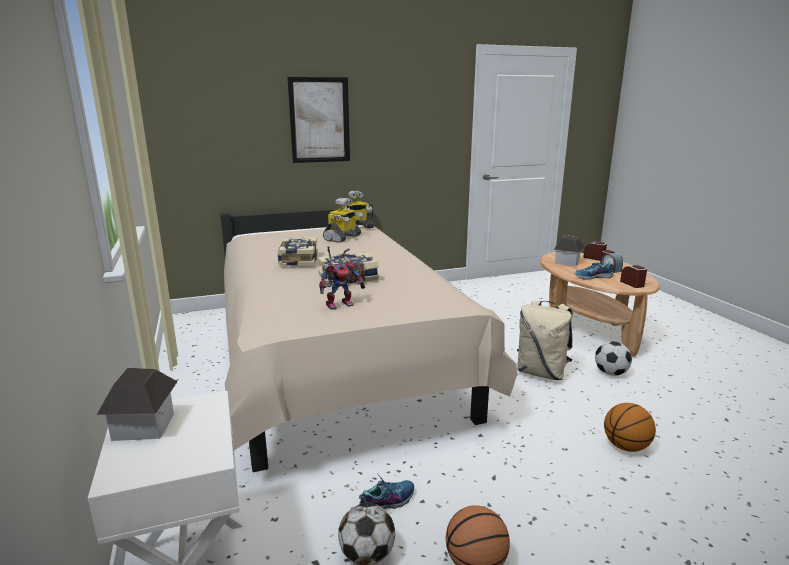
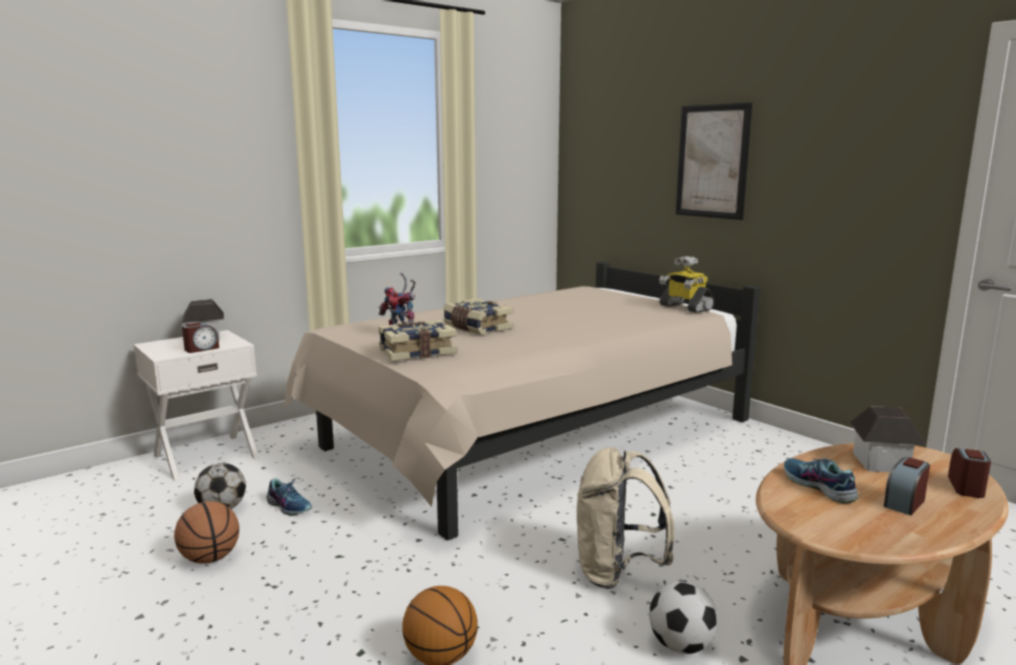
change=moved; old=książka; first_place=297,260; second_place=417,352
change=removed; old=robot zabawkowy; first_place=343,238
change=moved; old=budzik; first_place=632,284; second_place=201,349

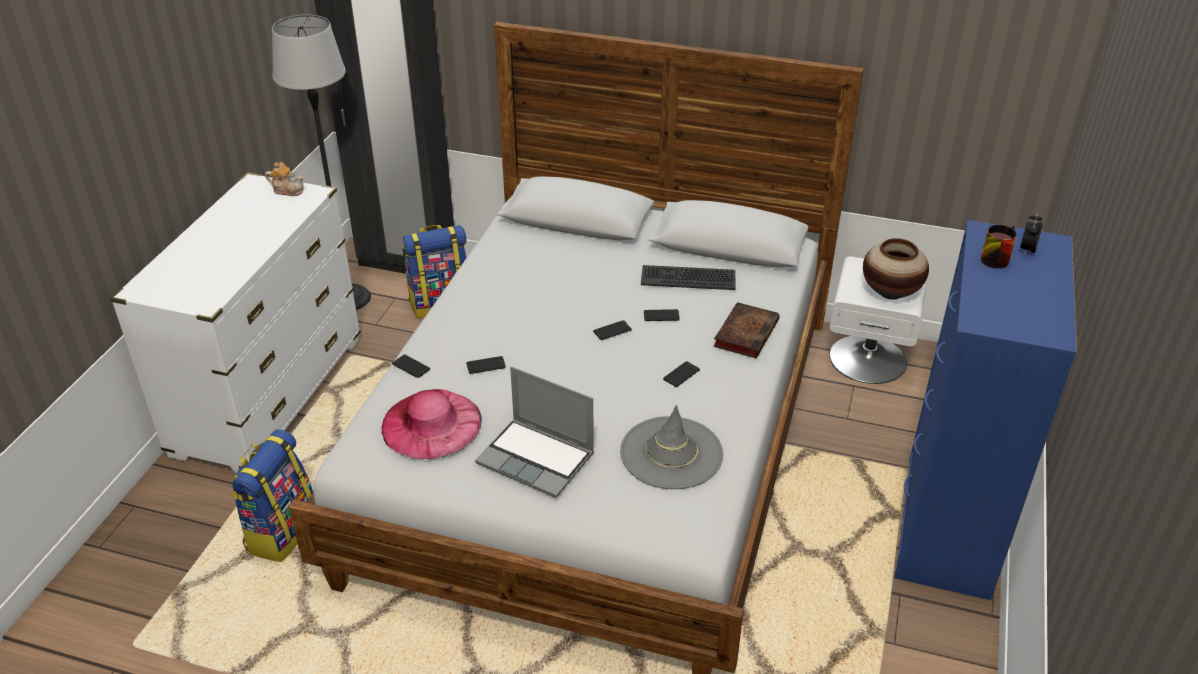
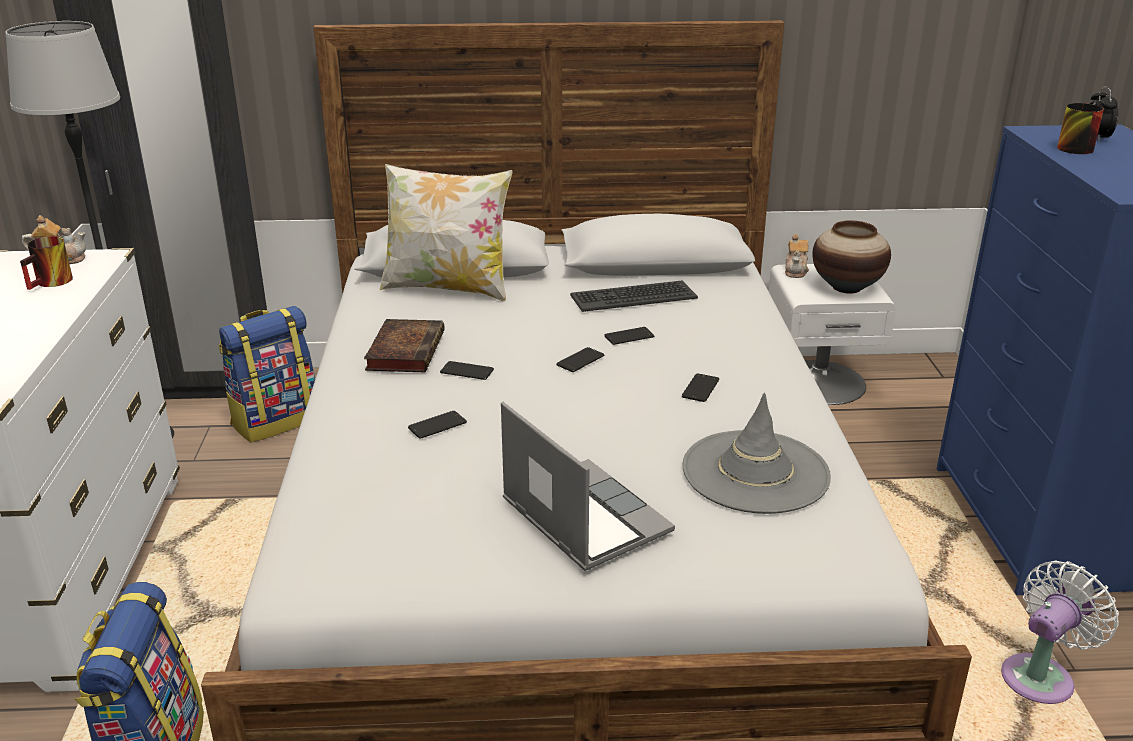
change=removed; old=kapelusz (różowy); first_place=431,423
change=moved; old=telefon; first_place=411,366; second_place=467,371
change=turned; old=laptop; first_place=537,459; second_place=582,517; degrees=-135
change=moved; old=książka; first_place=746,333; second_place=405,350
change=added; new=kubek; second_place=52,283
change=added; new=poduszka; second_place=448,287
change=added; new=imbryk; second_place=796,271
change=added; new=wentylator (biały); second_place=1041,676

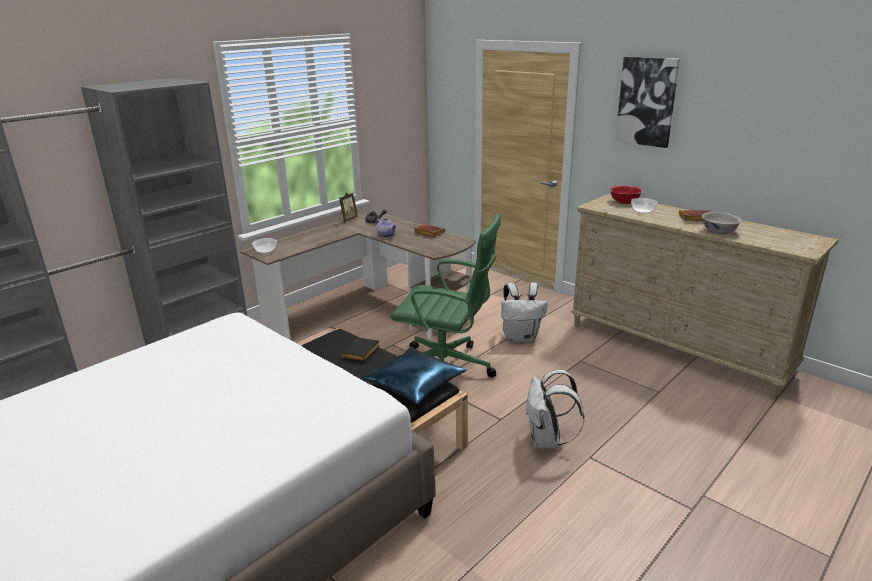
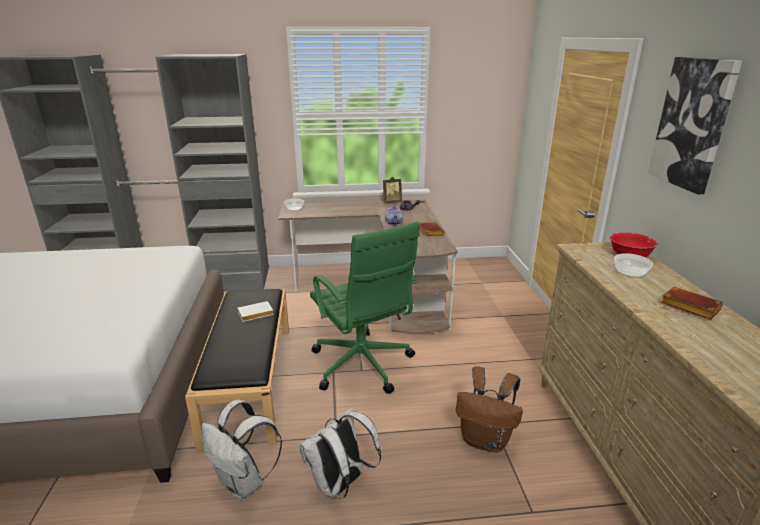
change=recoloured; old=książka (czarny); new=książka (biały); first_place=361,353; second_place=255,315
change=removed; old=poduszka (niebieski); first_place=414,383
change=moved; old=plecak (biały); first_place=521,337; second_place=244,482
change=removed; old=miska (biały); first_place=718,231
change=added; new=plecak (brązowy); second_place=485,440

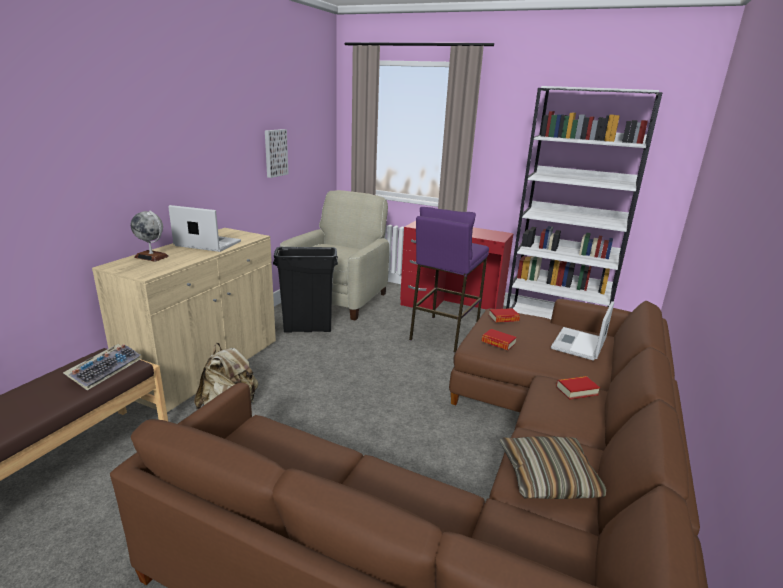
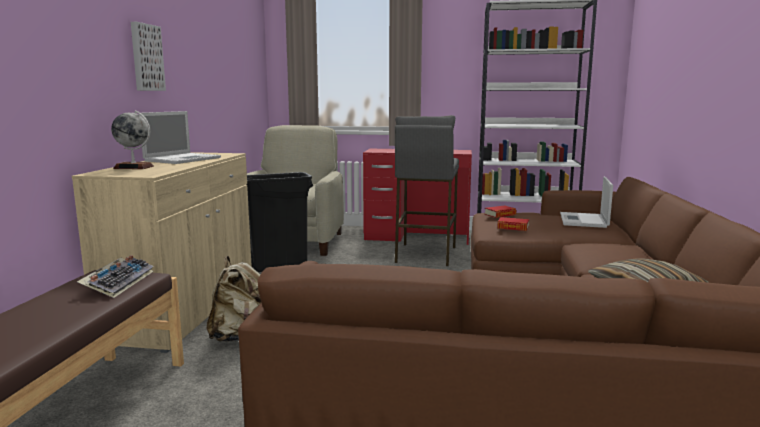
change=turned; old=laptop; first_place=206,244; second_place=183,159; degrees=120
change=moved; old=obraz; first_place=275,153; second_place=145,57
change=recoloured; old=stołek (fioletowy); new=stołek (szary); first_place=443,333; second_place=425,254
change=removed; old=książka; first_place=576,390

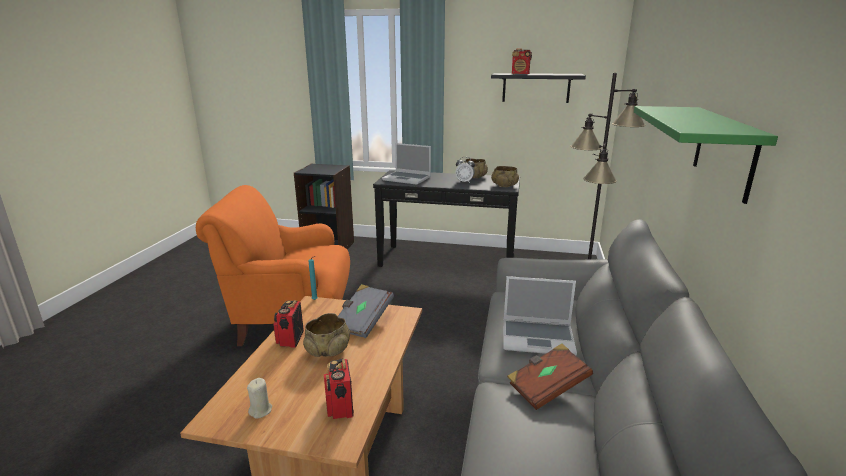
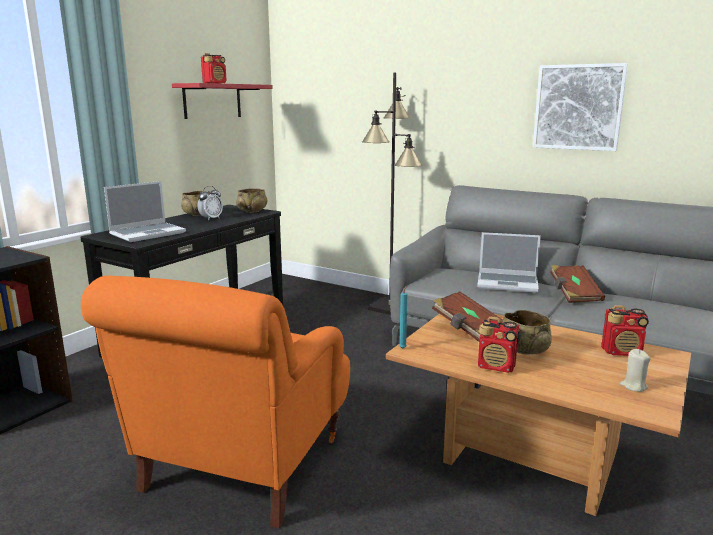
change=recoloured; old=książka (szary); new=książka (brązowy); first_place=363,321; second_place=468,330
change=recoloured; old=półka (czarny); new=półka (czerwony); first_place=536,88; second_place=212,101
change=turned; old=laptop; first_place=538,338; second_place=508,283; degrees=75
change=replaced; old=półka (zielony); new=obraz; first_place=724,151; second_place=578,107

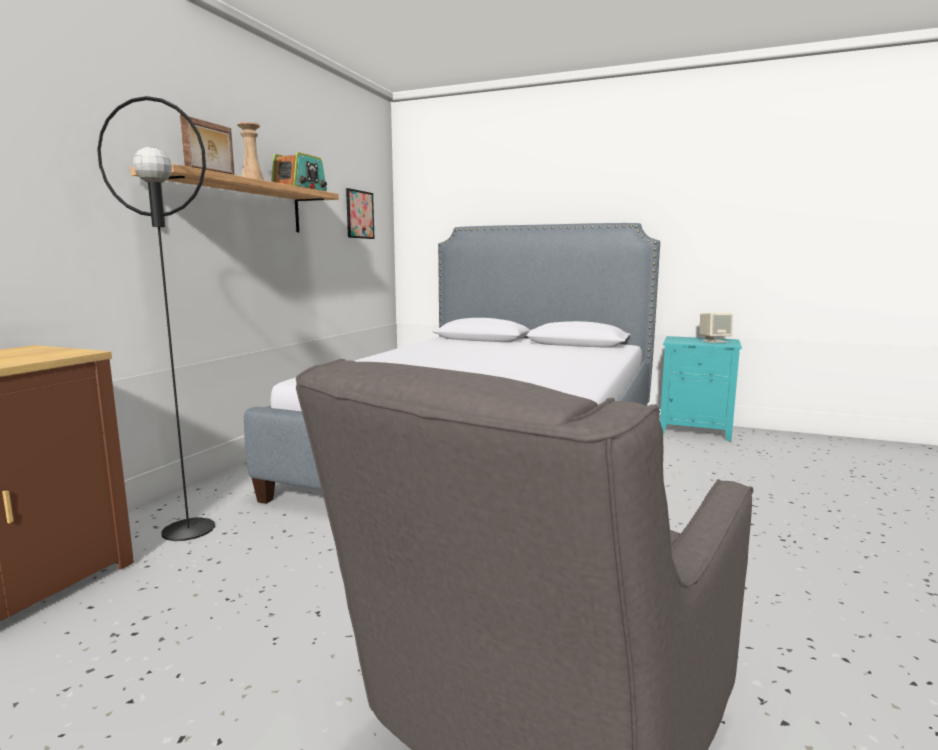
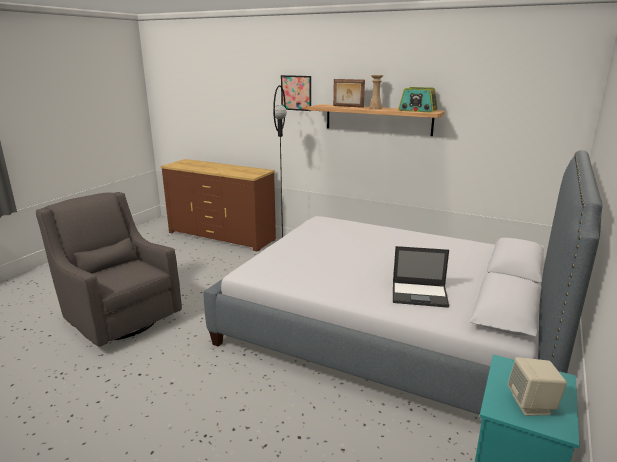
change=moved; old=obraz; first_place=359,214; second_place=296,93
change=added; new=laptop; second_place=420,294

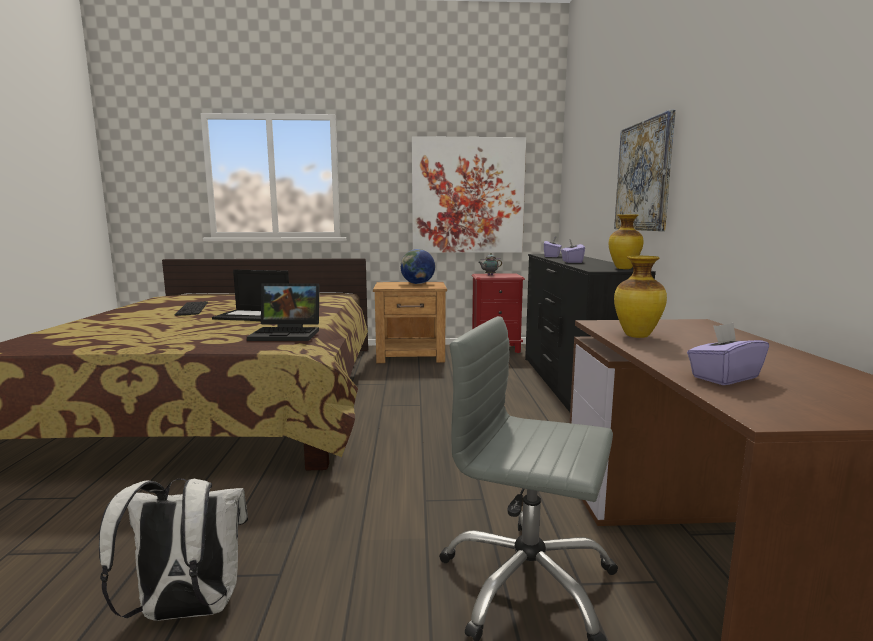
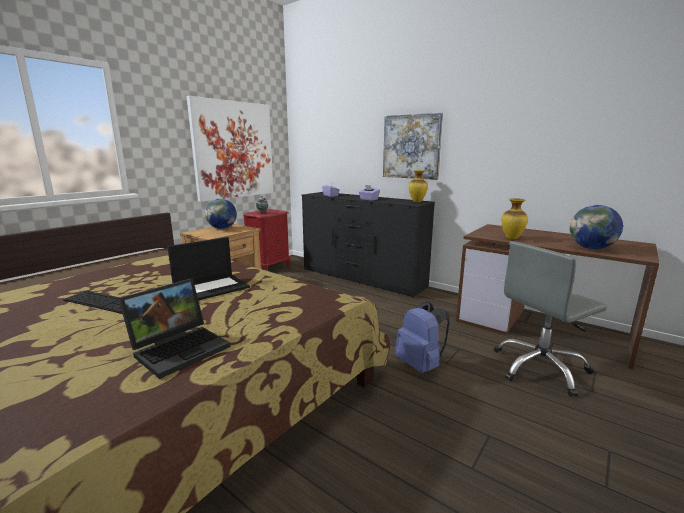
change=removed; old=plecak (biały); first_place=186,611
change=moved; old=laptop; first_place=288,334; second_place=181,348
change=replaced; old=pudełko chusteczek (fioletowy); new=globus; first_place=724,377; second_place=591,248
change=added; new=plecak (niebieski); second_place=420,365

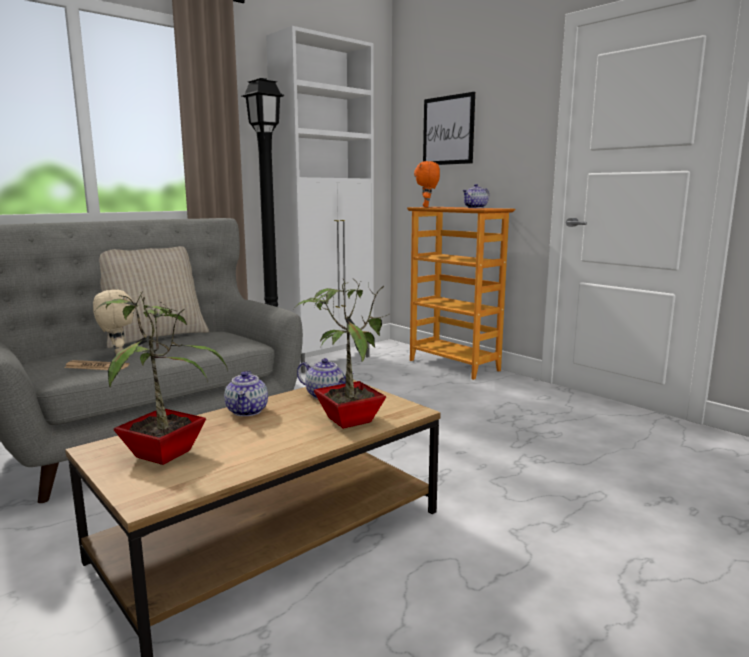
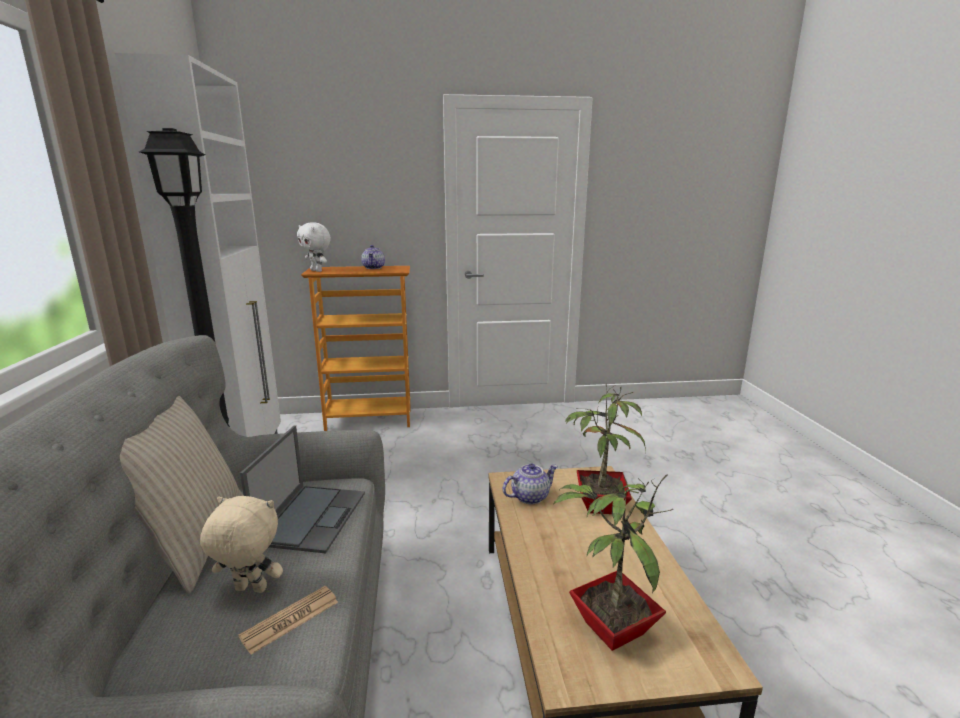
change=removed; old=imbryk; first_place=247,411
change=recoloured; old=pluszak (pomarańczowy); new=pluszak (biały); first_place=427,207; second_place=317,271
change=removed; old=obraz; first_place=448,130
change=added; new=laptop; second_place=312,517

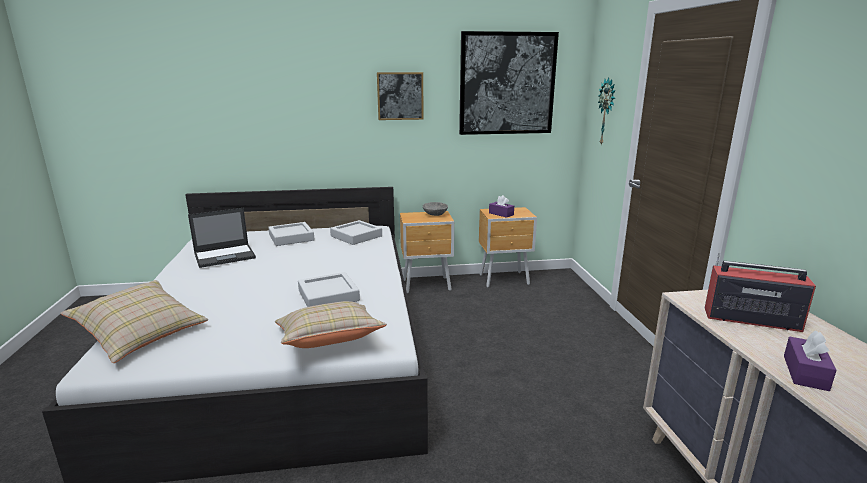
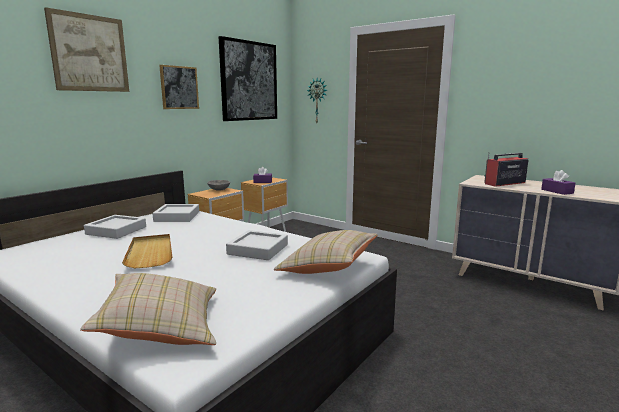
change=removed; old=laptop; first_place=225,256
change=added; new=obraz; second_place=89,53
change=added; new=taca (beżowy); second_place=150,253

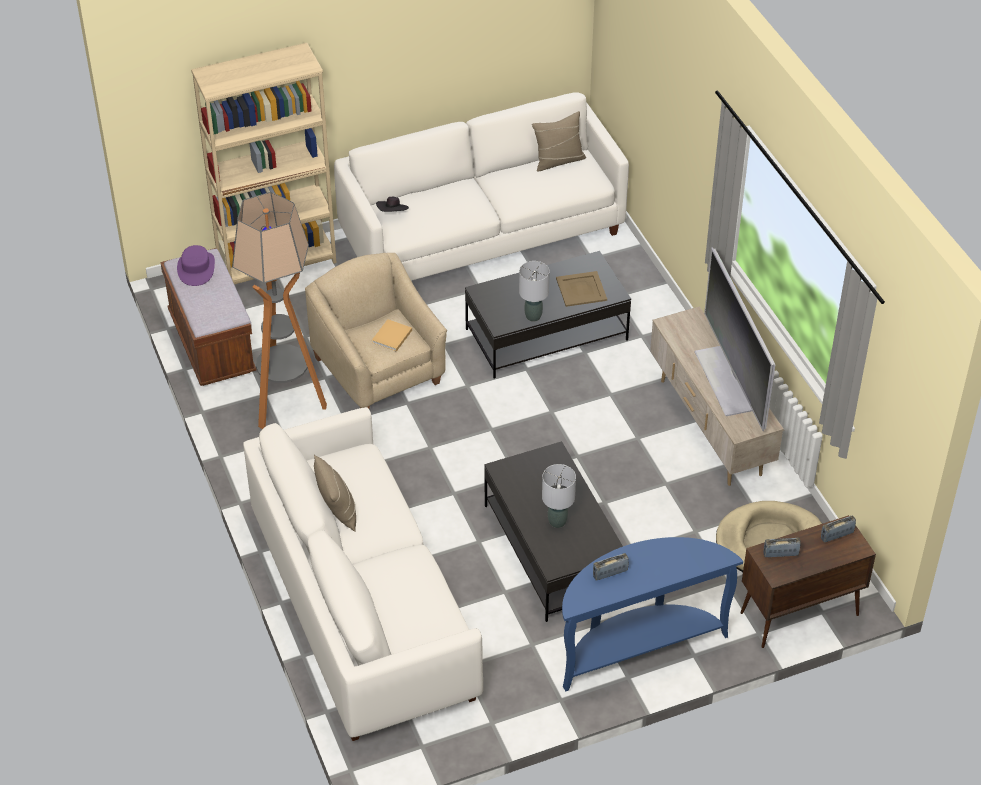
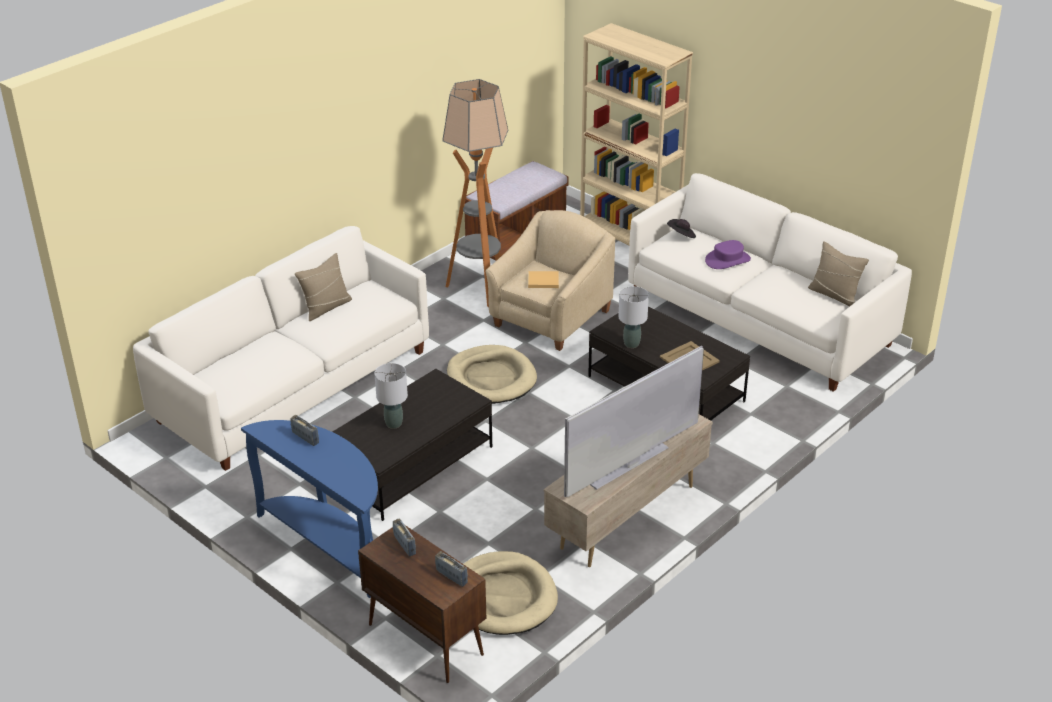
change=moved; old=kapelusz (fioletowy); first_place=196,268; second_place=727,260
change=added; new=legowisko (beżowy); second_place=491,378

